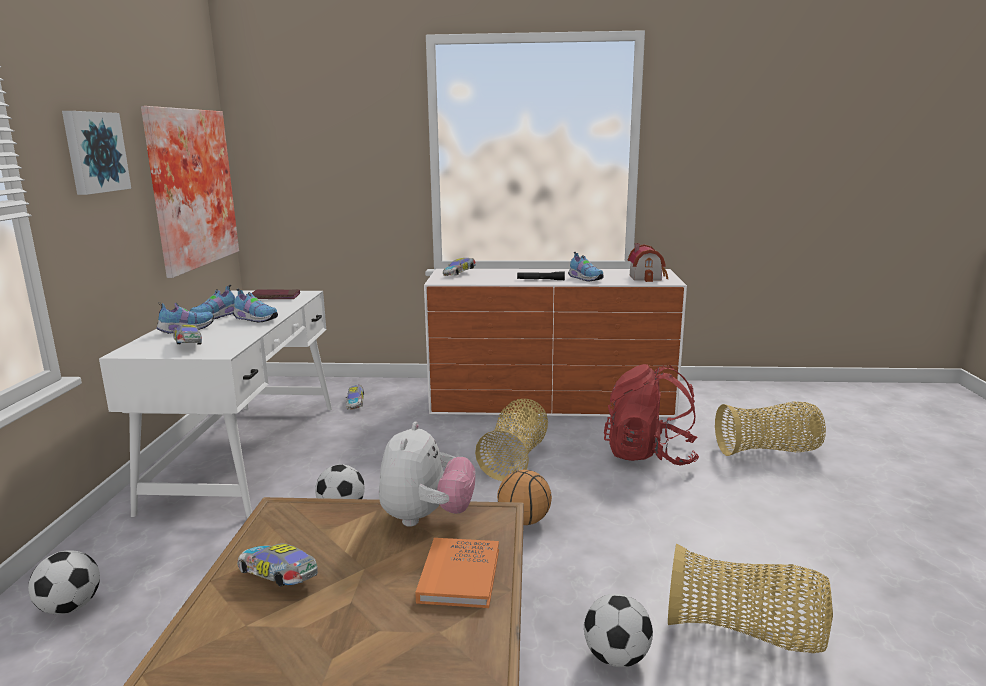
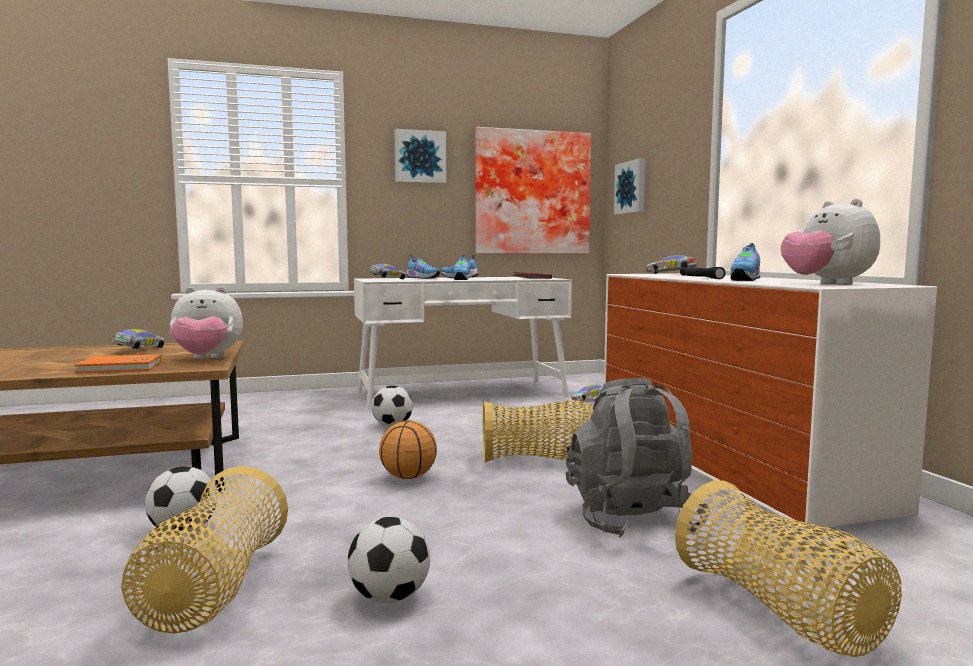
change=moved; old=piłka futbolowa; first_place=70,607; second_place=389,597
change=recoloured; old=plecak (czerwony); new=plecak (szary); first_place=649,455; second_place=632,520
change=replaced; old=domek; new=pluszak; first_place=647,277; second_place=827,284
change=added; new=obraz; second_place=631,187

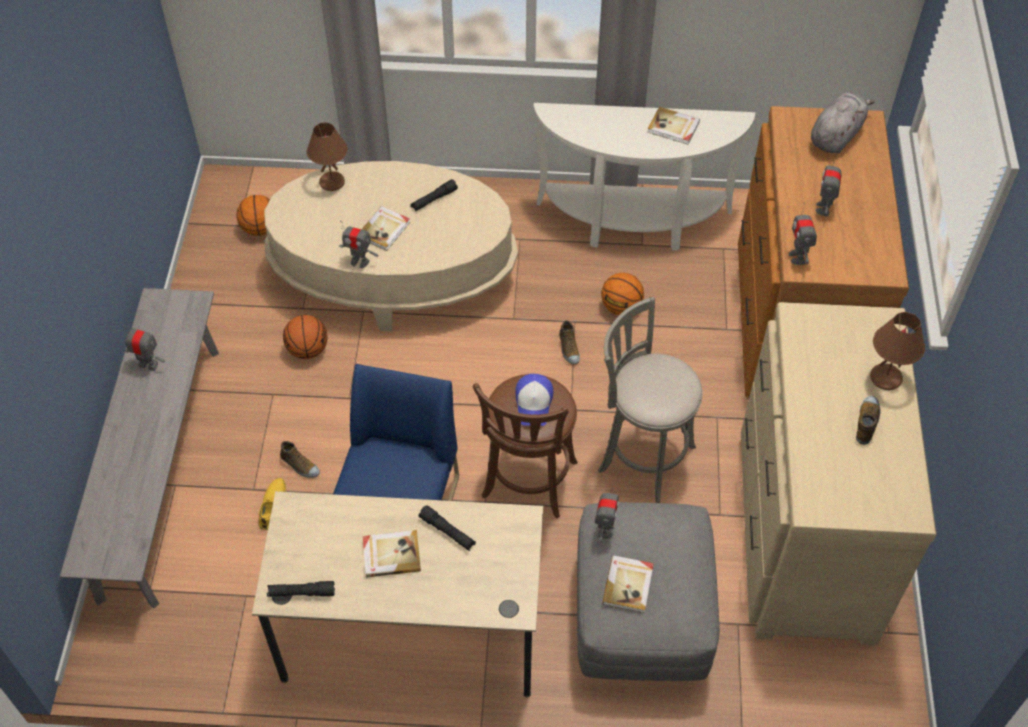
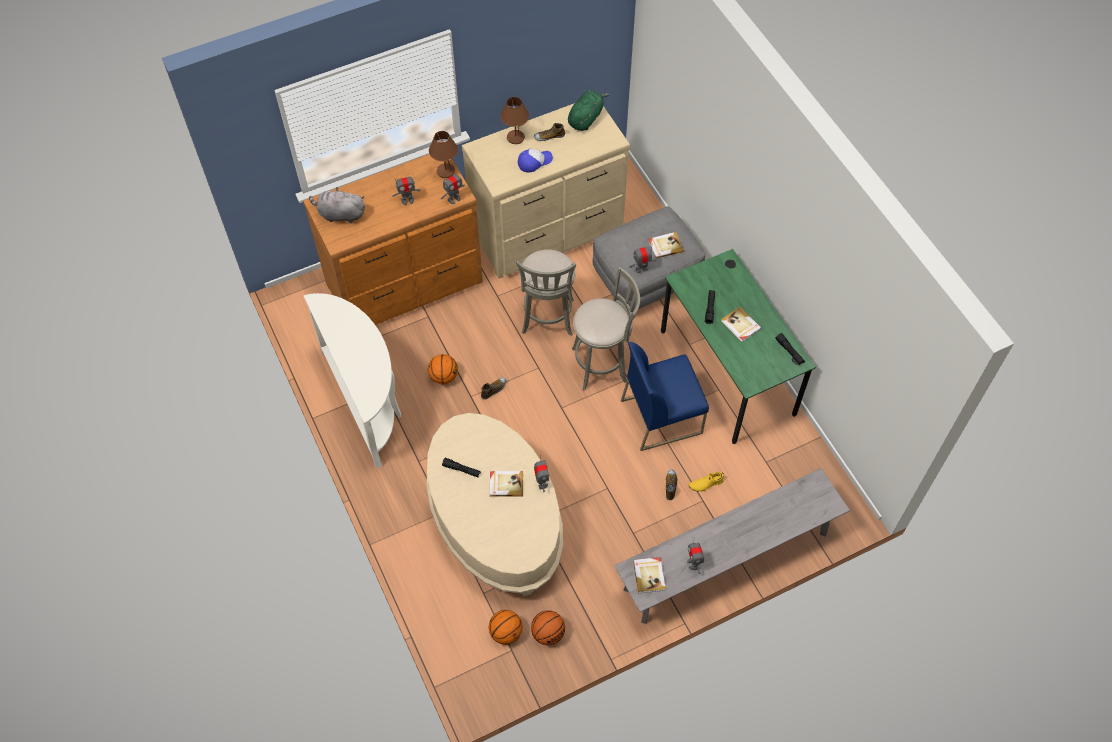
change=recoloured; old=biurko (beżowy); new=biurko (zielony); first_place=411,632; second_place=727,372
change=moved; old=piłka do koszykówki; first_place=307,350; second_place=548,633
change=moved; old=lampa stołowa (brązowy); first_place=332,182; second_place=445,171
change=recoloured; old=stołek (brązowy); new=stołek (szary); first_place=528,484; second_place=602,364
change=moved; old=czapka z daszkiem; first_place=534,403; second_place=534,162
change=moved; old=książka; first_place=673,127; second_place=649,575
change=added; new=pluszak (zielony); second_place=586,118

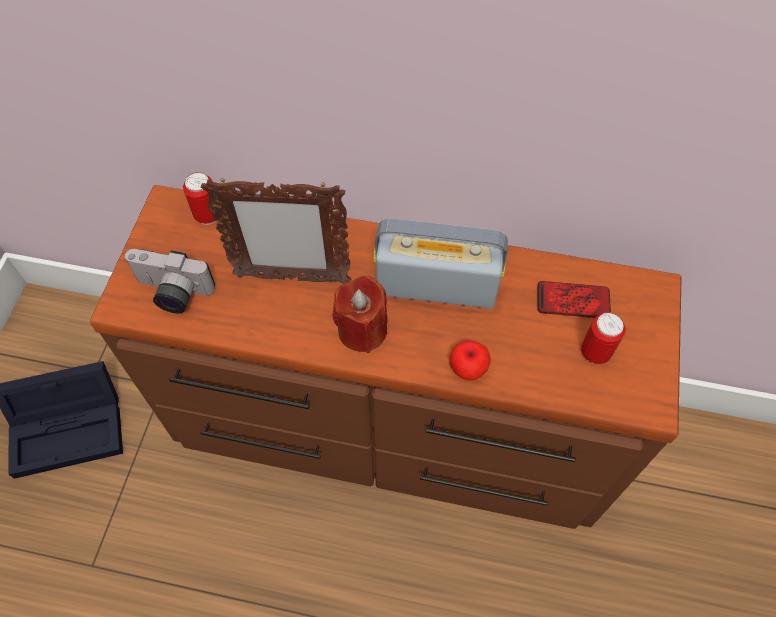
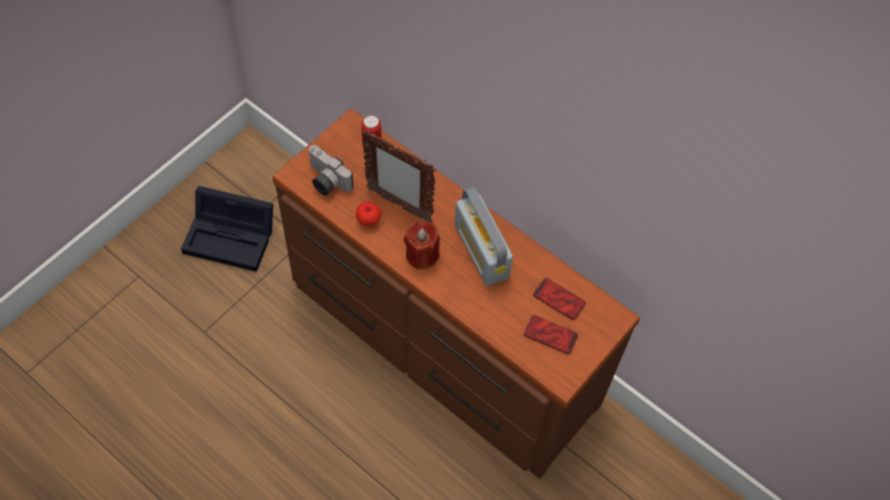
change=turned; old=radio; first_place=436,287; second_place=481,251; degrees=-150
change=moved; old=jabłko; first_place=468,368; second_place=368,220
change=replaced; old=puszka; new=telefon; first_place=595,352; second_place=550,335

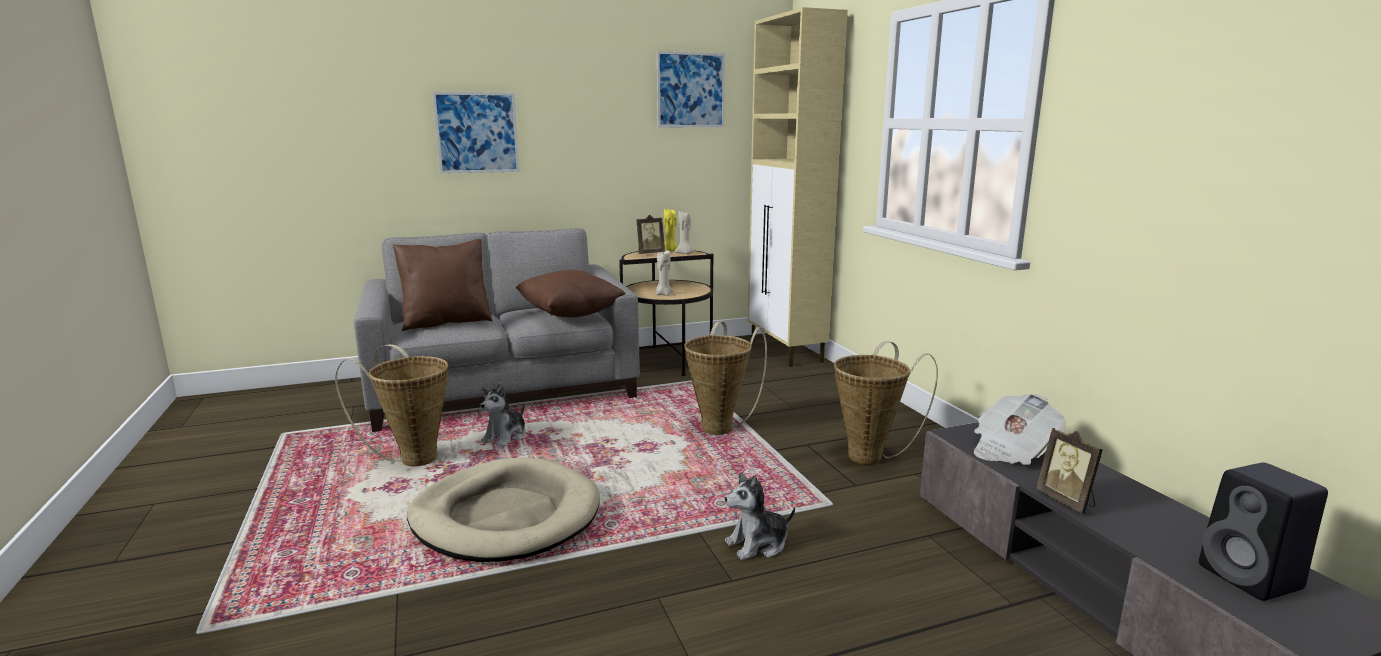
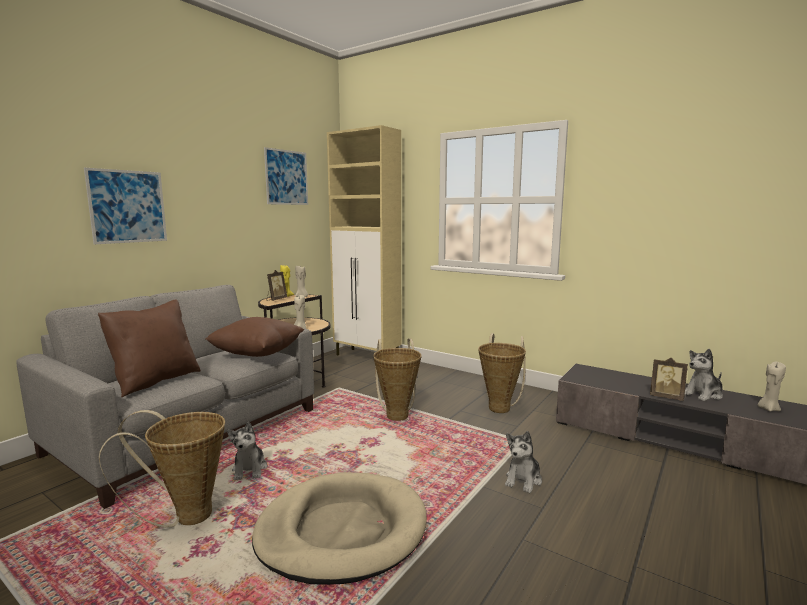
change=removed; old=gazeta; first_place=1011,450
change=replaced; old=głośnik (czarny); new=świeca (beżowy); first_place=1253,579; second_place=768,409
change=added; new=pluszak; second_place=703,394

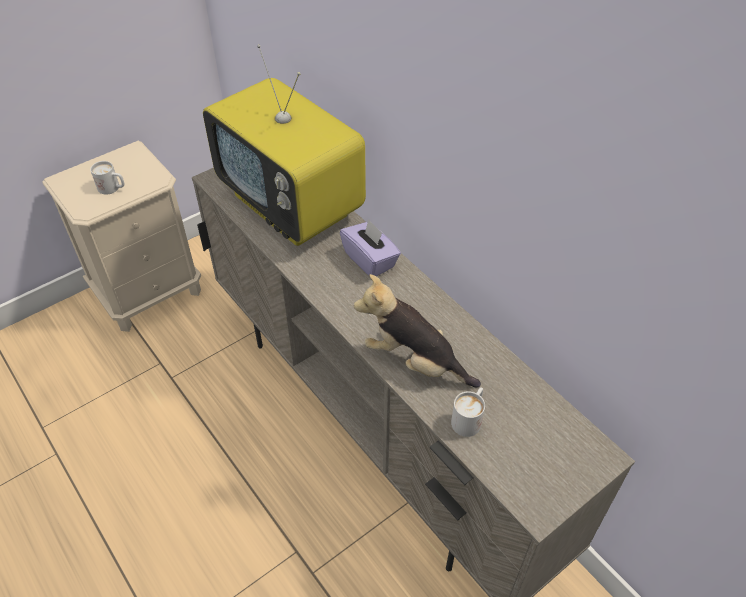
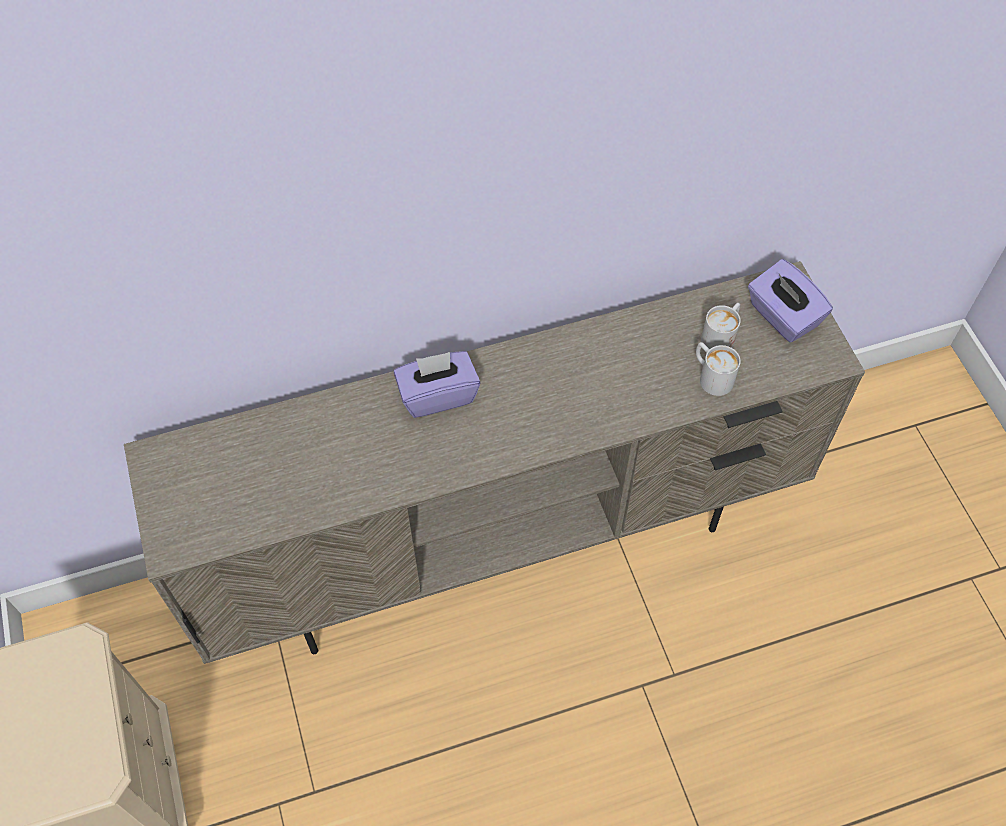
change=moved; old=kubek (biały); first_place=113,188; second_place=721,336
change=removed; old=telewizor; first_place=293,206
change=removed; old=pluszak; first_place=414,361
change=added; new=pudełko chusteczek (fioletowy); second_place=782,316

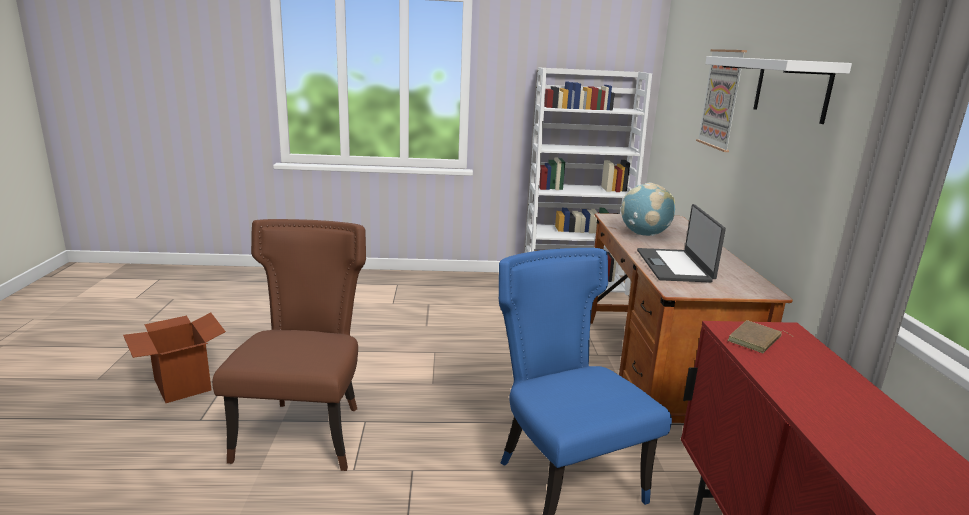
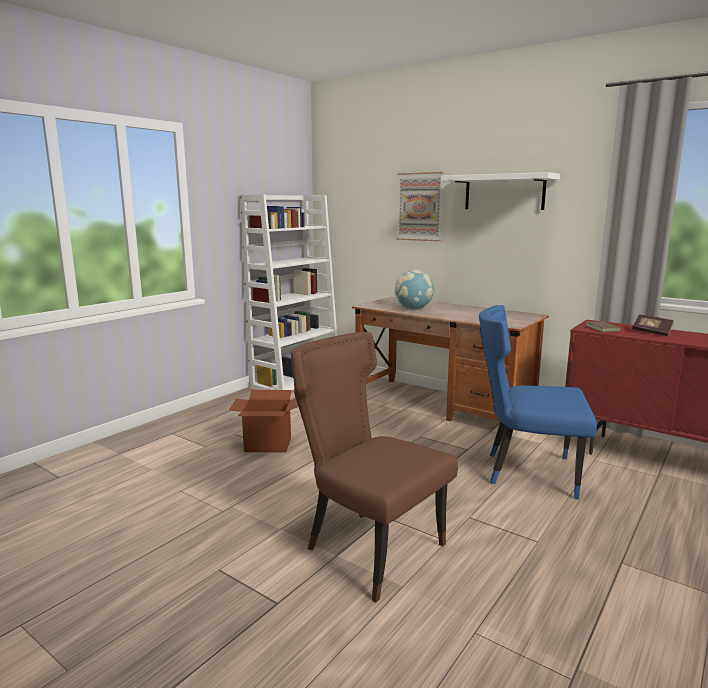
change=moved; old=karton; first_place=182,384; second_place=267,445
change=removed; old=laptop; first_place=675,266
change=added; new=książka; second_place=651,332

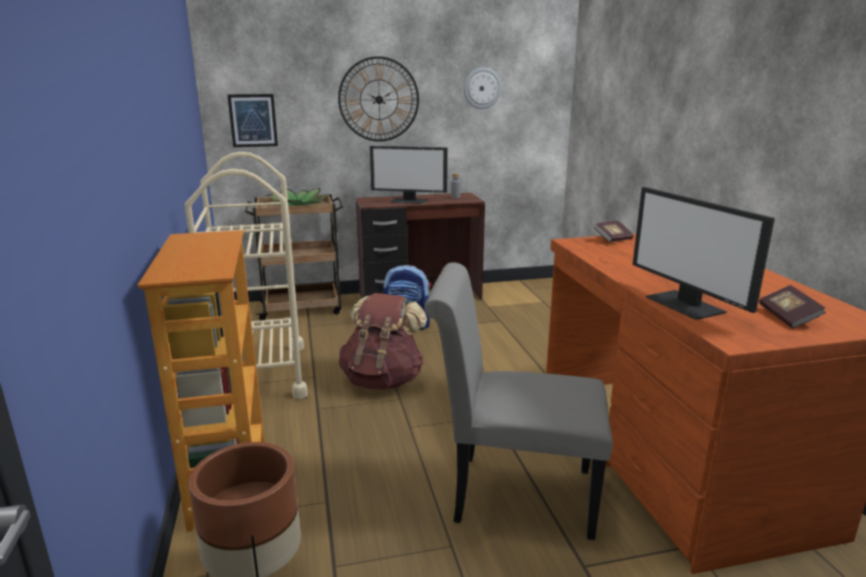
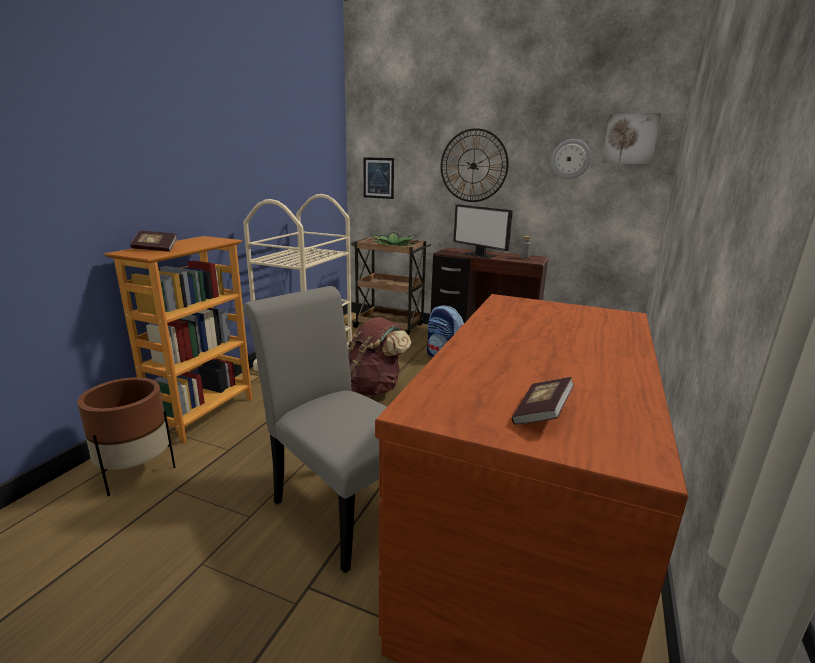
change=moved; old=książka; first_place=613,239; second_place=155,249
change=removed; old=monitor; first_place=686,304
change=added; new=obraz; second_place=630,139

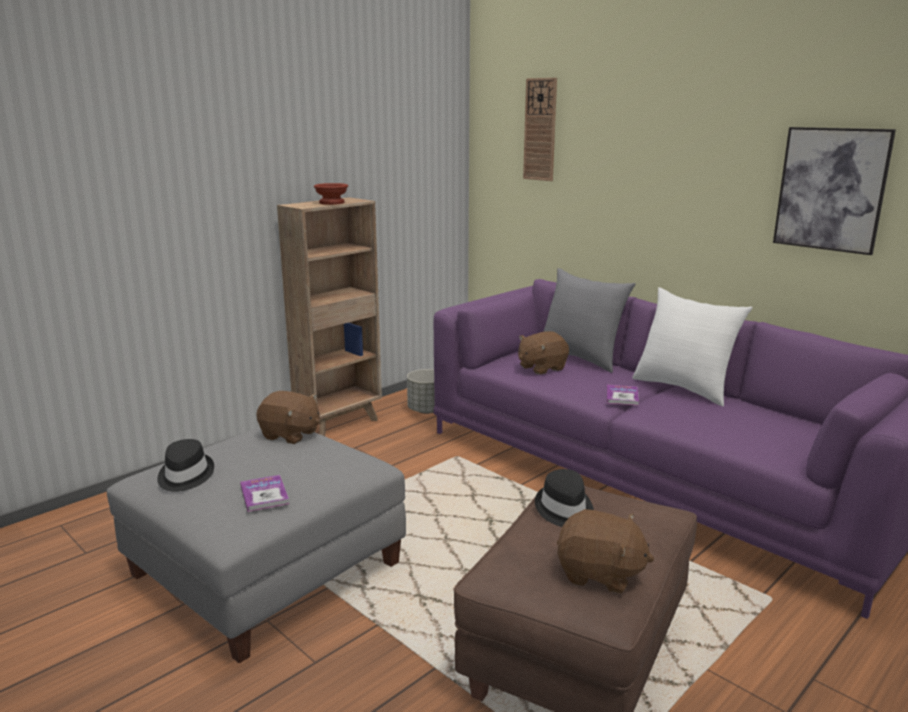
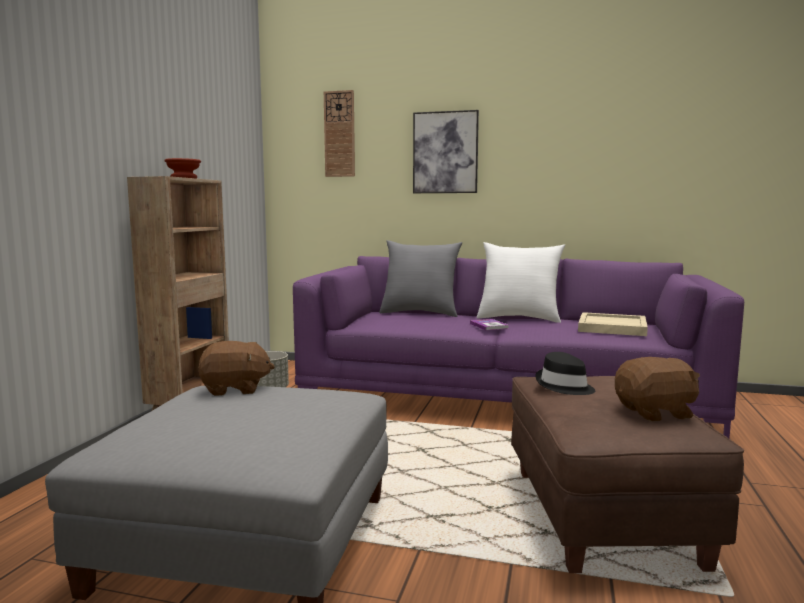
change=removed; old=kapelusz (czarny); first_place=184,476
change=removed; old=książka; first_place=264,495
change=removed; old=pluszak (brązowy); first_place=541,368
change=moved; old=obraz; first_place=831,189; second_place=445,152
change=added; new=taca (beżowy); second_place=611,327

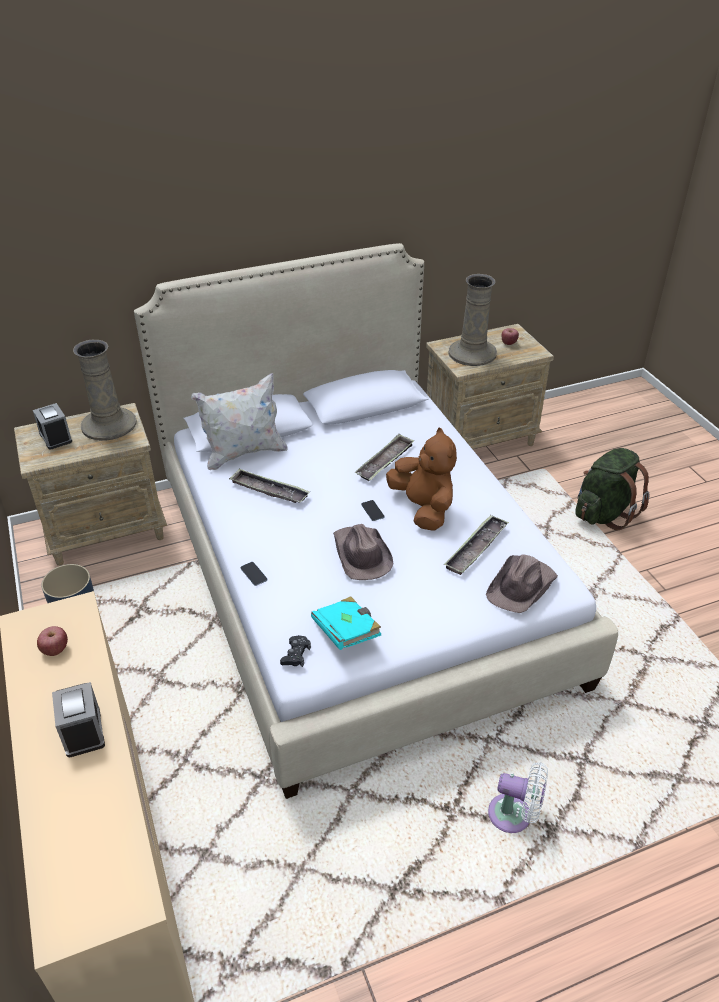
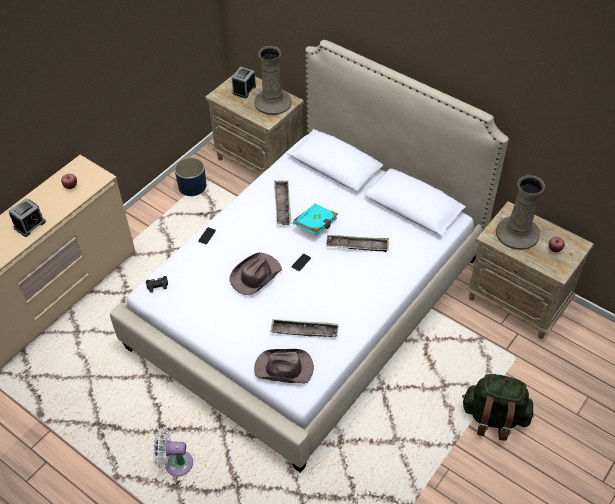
change=removed; old=poduszka (biały); first_place=244,453
change=moved; old=książka (turkusowy); first_place=347,632; second_place=316,225
change=removed; old=pluszak (brązowy); first_place=423,508
change=turned; old=wentylator (biały); first_place=514,815; second_place=175,463; degrees=105

